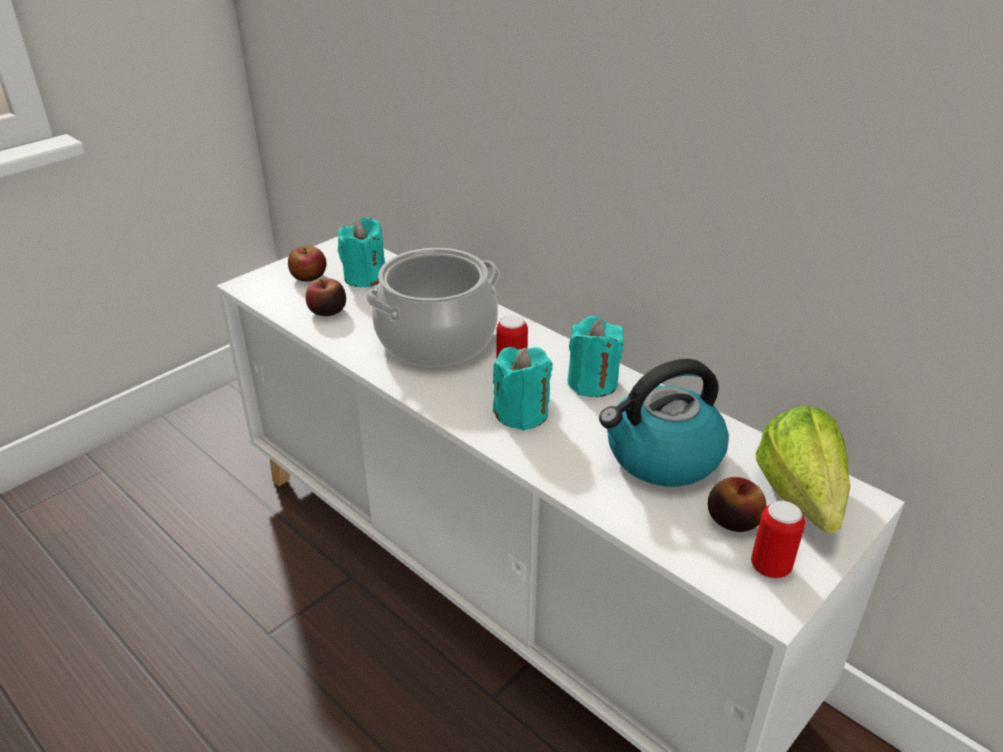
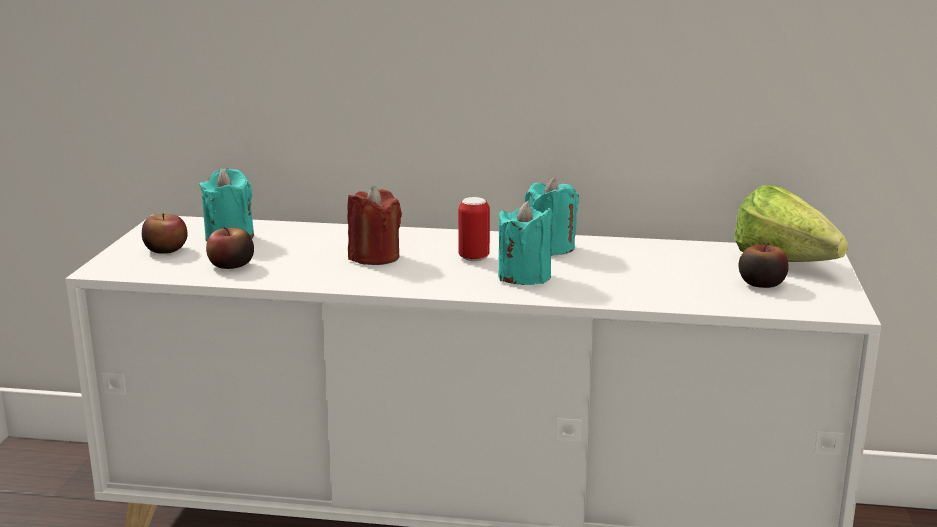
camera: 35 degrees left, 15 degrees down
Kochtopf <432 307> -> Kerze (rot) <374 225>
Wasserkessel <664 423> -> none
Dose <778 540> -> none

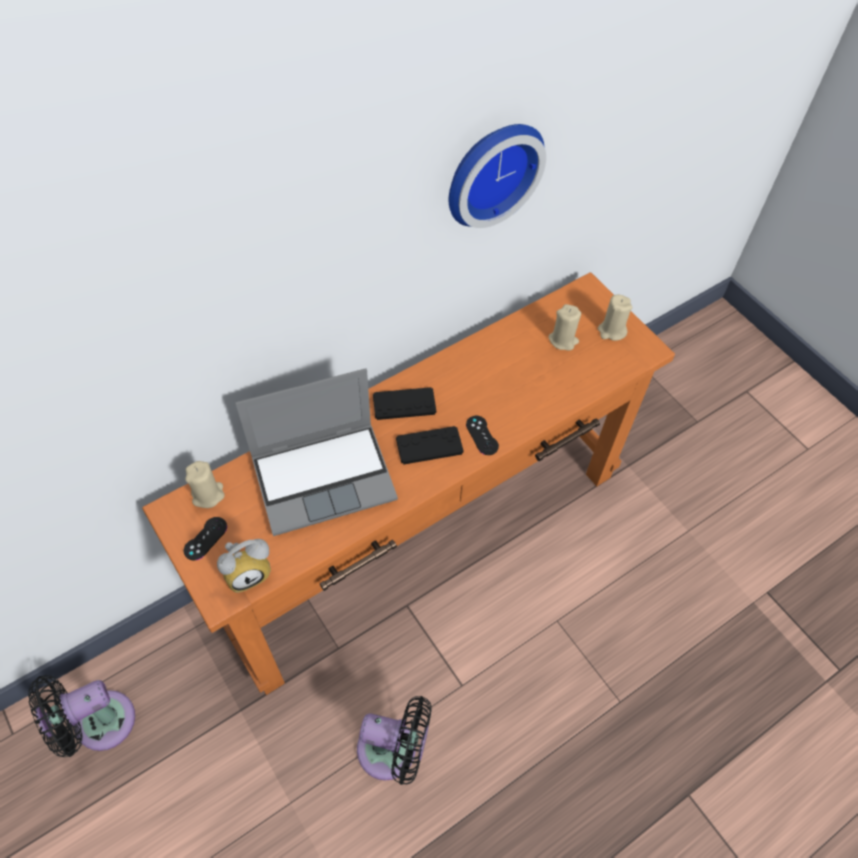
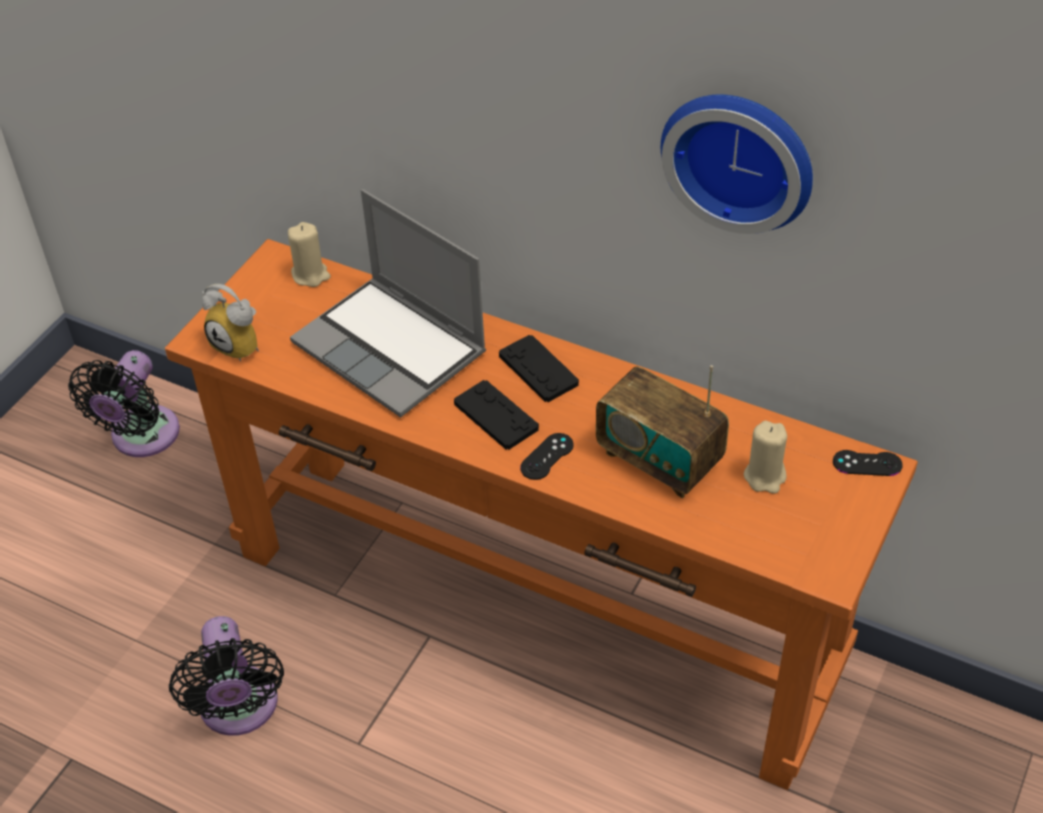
camera: 65 degrees right, 10 degrees down
Ventilator (schwarz) <81 716> -> Ventilator (schwarz) <124 403>, 105 degrees counterclockwise
none -> Radio <662 432>
Gamepad (schwarz) <205 538> -> Gamepad (schwarz) <868 463>, moved
Kerze (beige) <615 317> -> none

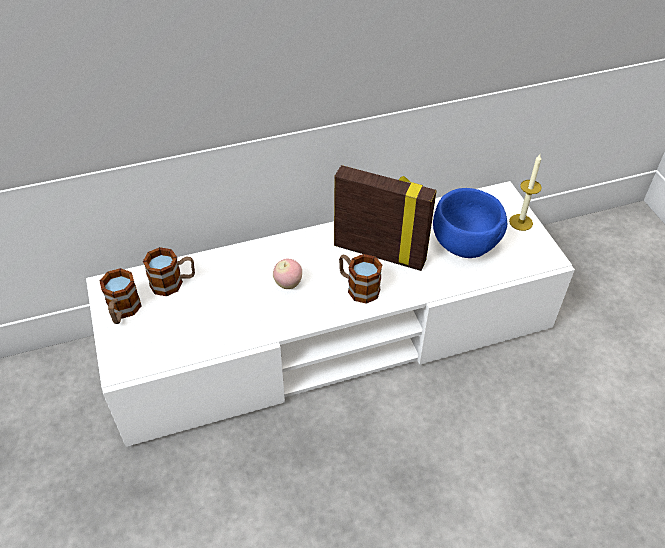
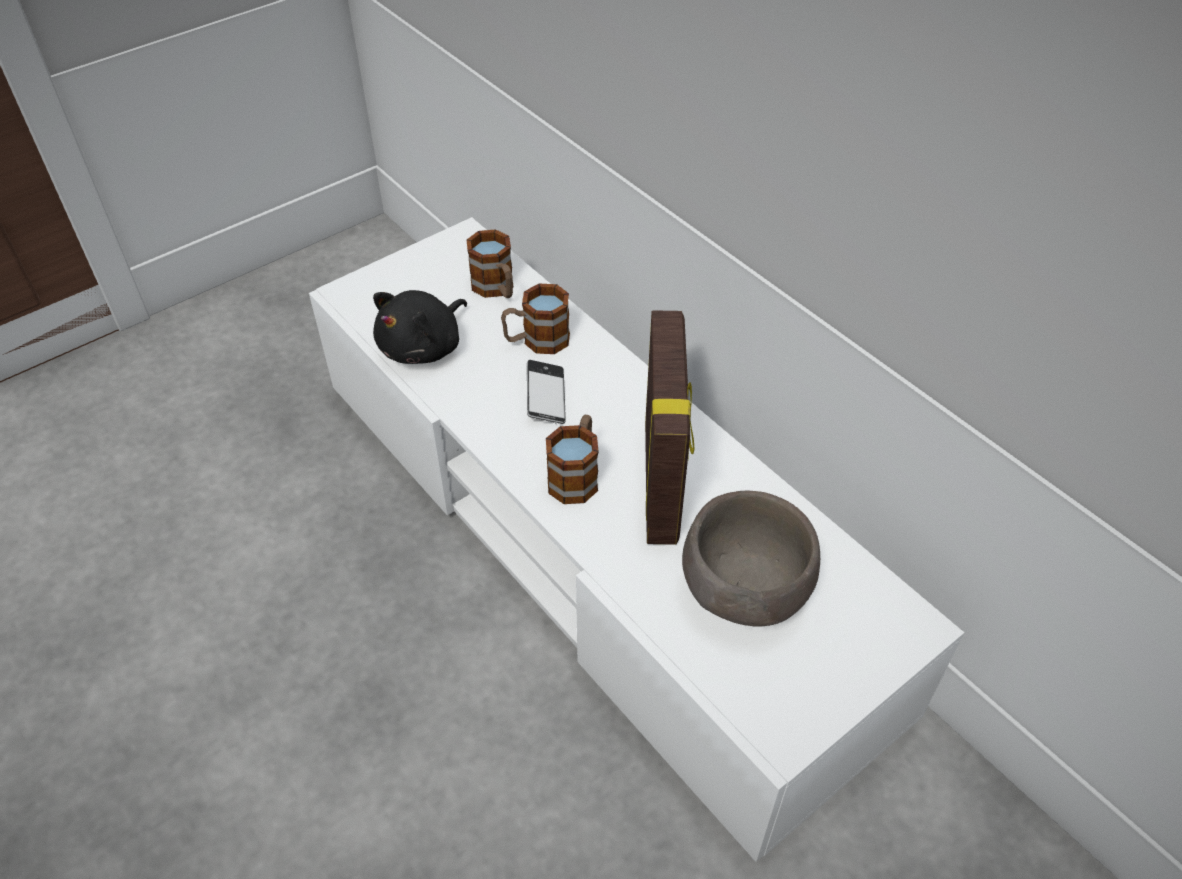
camera: 70 degrees right, 0 degrees up
none -> Plüschtier (schwarz) <420 327>
Henkelbecher <121 296> -> Henkelbecher <535 319>, moved
Apfel <287 274> -> Handy <546 392>
Schüssel (blau) <470 223> -> Schüssel (braun) <751 559>
Kerze <525 192> -> none

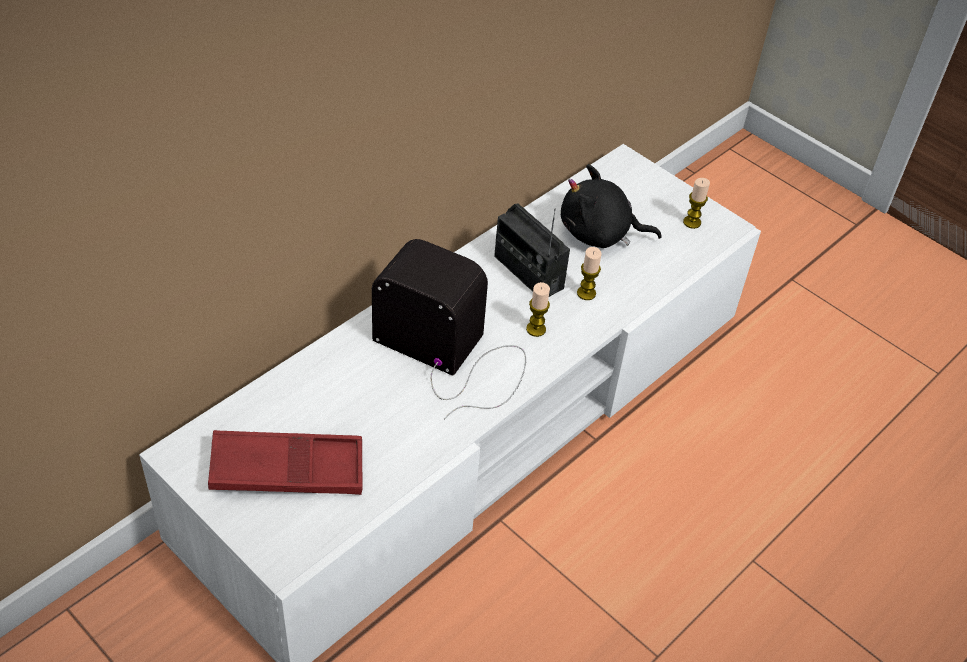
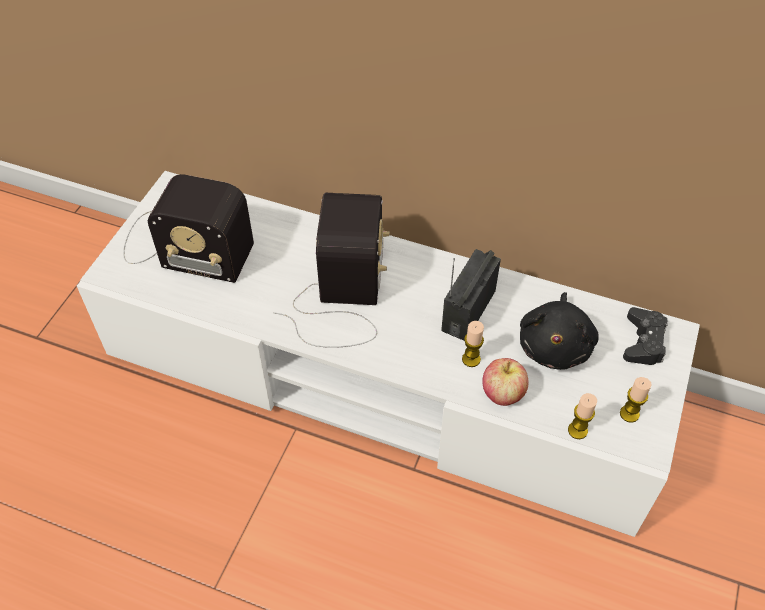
camera: 70 degrees right, 5 degrees up
Tablett (rot) <285 462> -> Radio <188 228>
none -> Apfel <505 382>
Plüschtier (schwarz) <611 206> -> Plüschtier (schwarz) <559 331>, 150 degrees counterclockwise
Kerze <538 309> -> Kerze <582 416>, moved
none -> Gamepad (schwarz) <645 336>

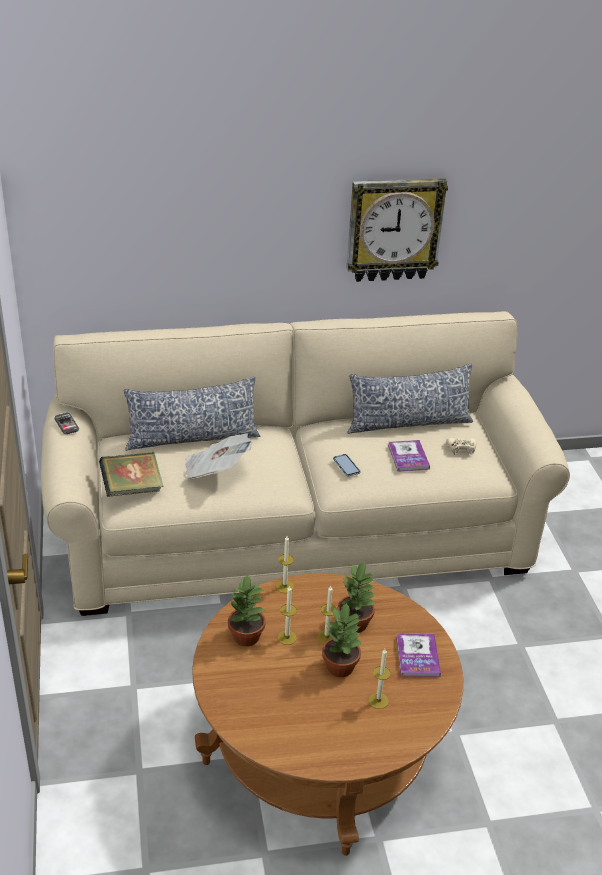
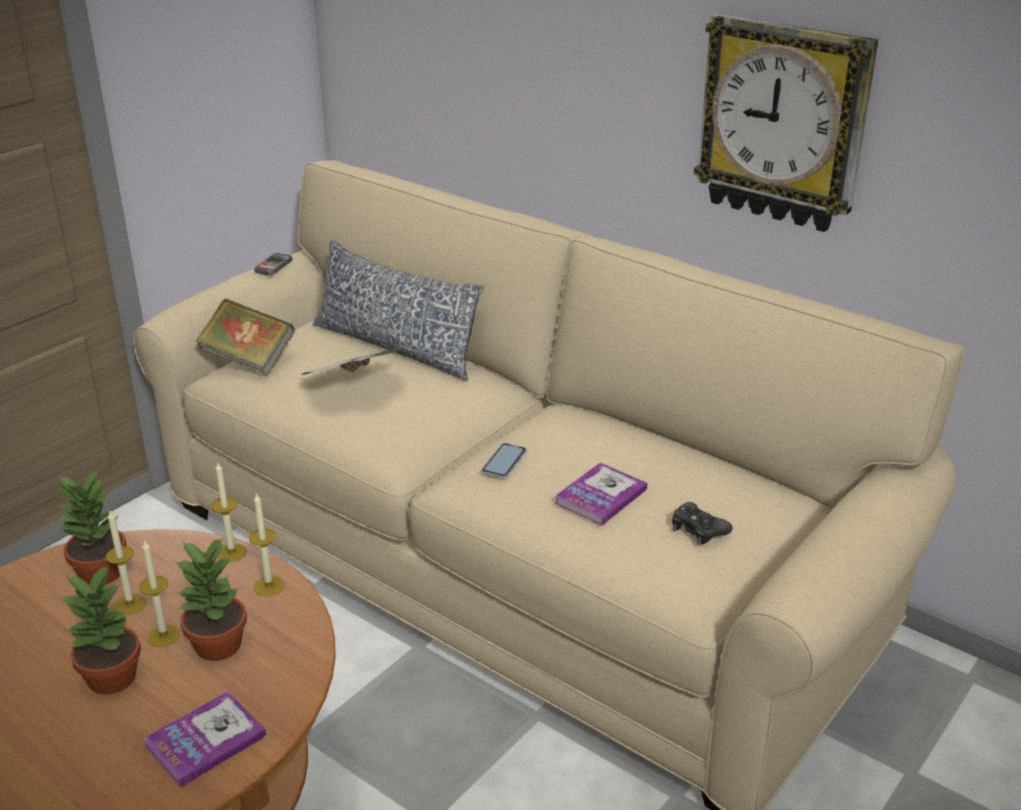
camera: 50 degrees right, 5 degrees down
Kerze <379 679> -> Kerze <267 544>, moved
Gamepad (beige) <461 446> -> Gamepad (schwarz) <702 523>
Kissen <411 399> -> none

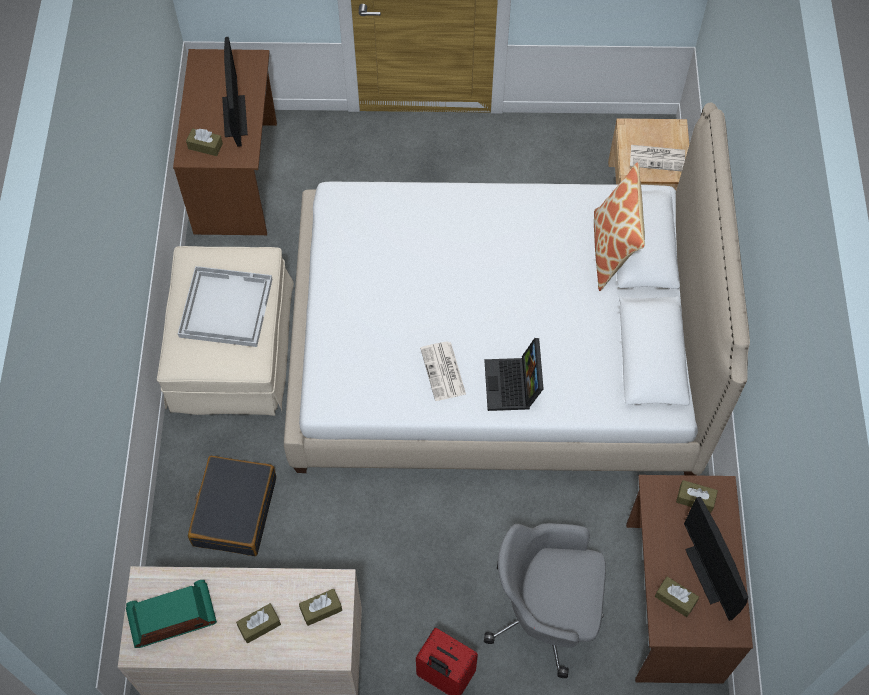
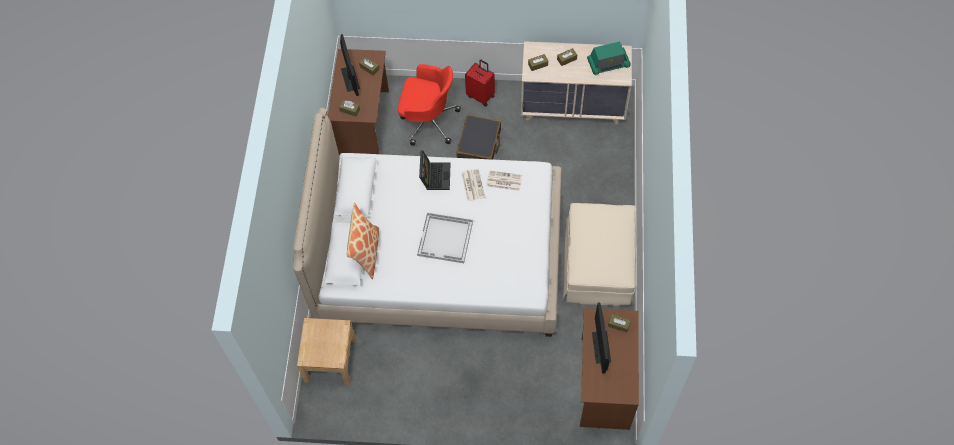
camera: 175 degrees left, 0 degrees up
Bürostuhl (grau) <545 600> -> Bürostuhl (rot) <429 105>
Tablett (weiß) <225 306> -> Tablett (weiß) <445 237>, moved
Koffer (schwarz) <232 506> -> Koffer (schwarz) <478 137>, moved
Zeitung <657 158> -> Zeitung <504 180>, moved

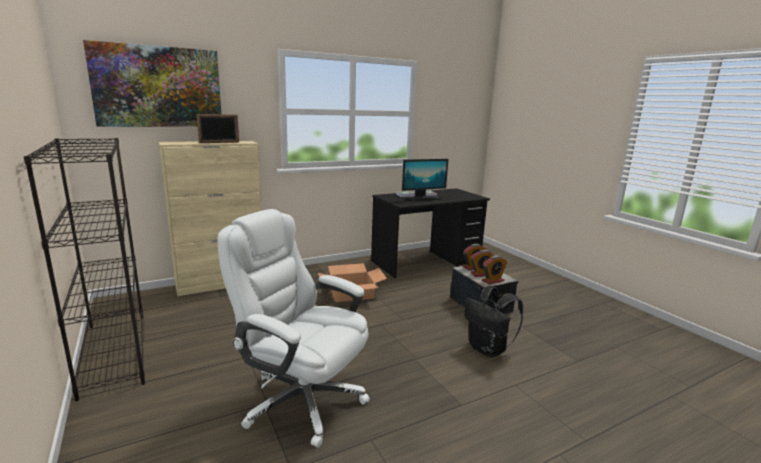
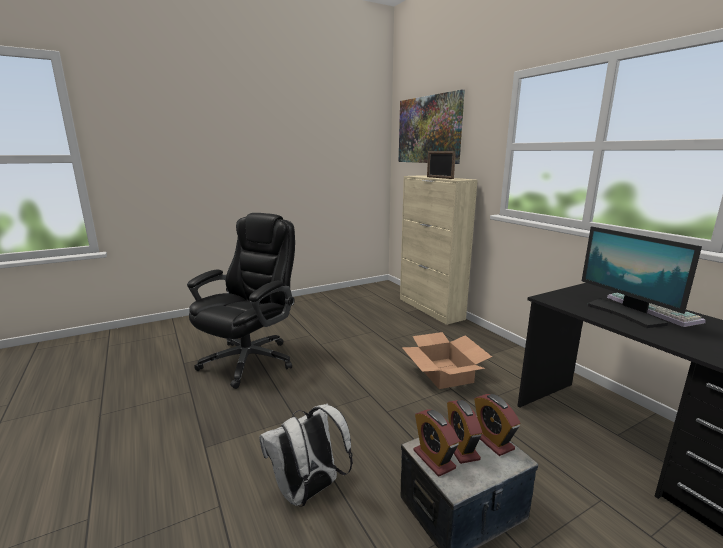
camera: 90 degrees right, 0 degrees up
Bürostuhl (weiß) <294 328> -> Bürostuhl (schwarz) <241 301>
Rucksack (schwarz) <494 321> -> Rucksack (weiß) <306 455>
Bücherregal (schwarz) <84 269> -> none

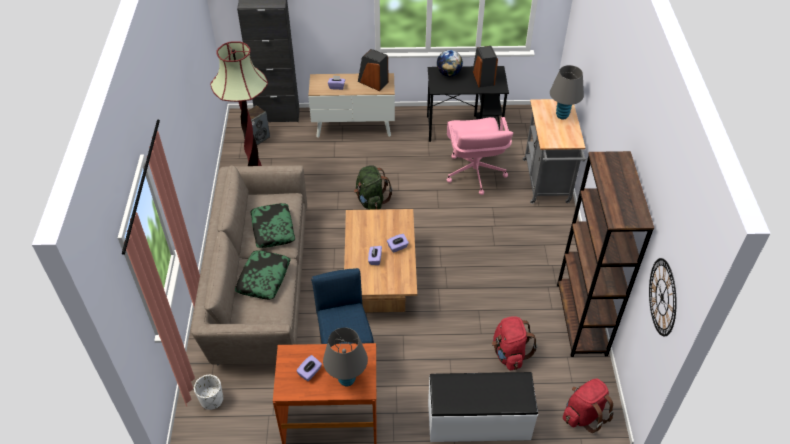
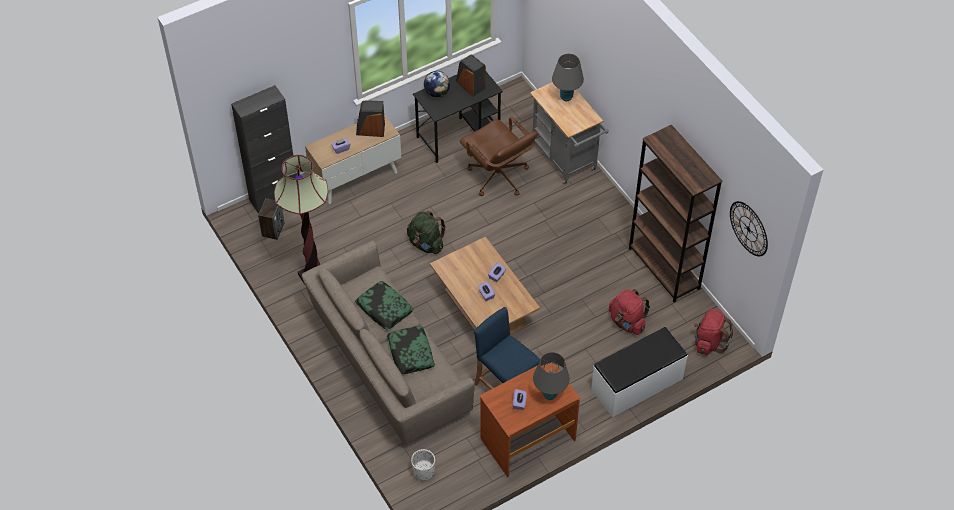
camera: 30 degrees left, 5 degrees up
Bürostuhl (rosa) <480 156> -> Bürostuhl (braun) <499 156>

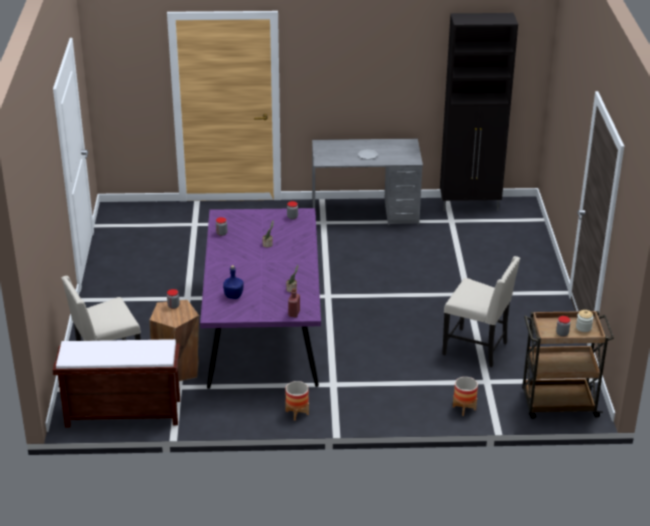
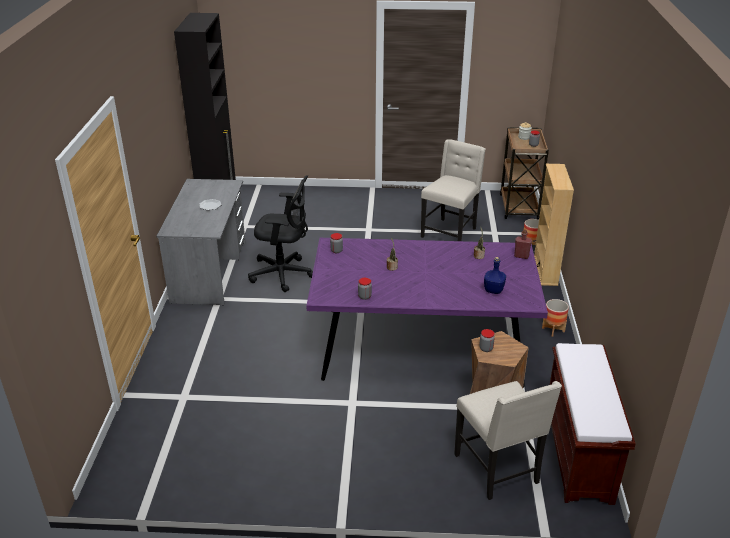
camera: 85 degrees left, 0 degrees up
none -> Bürostuhl (schwarz) <280 233>
none -> Bücherregal (beige) <554 225>

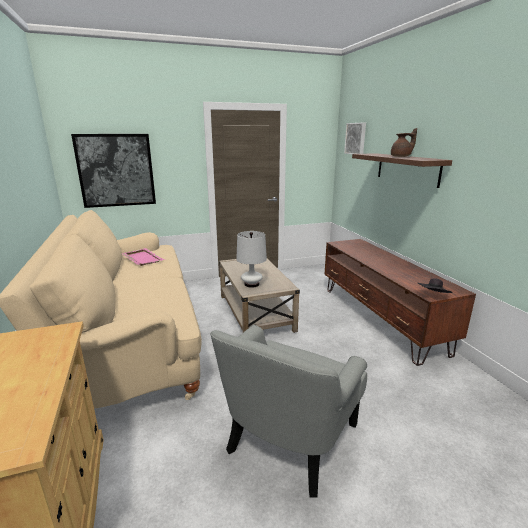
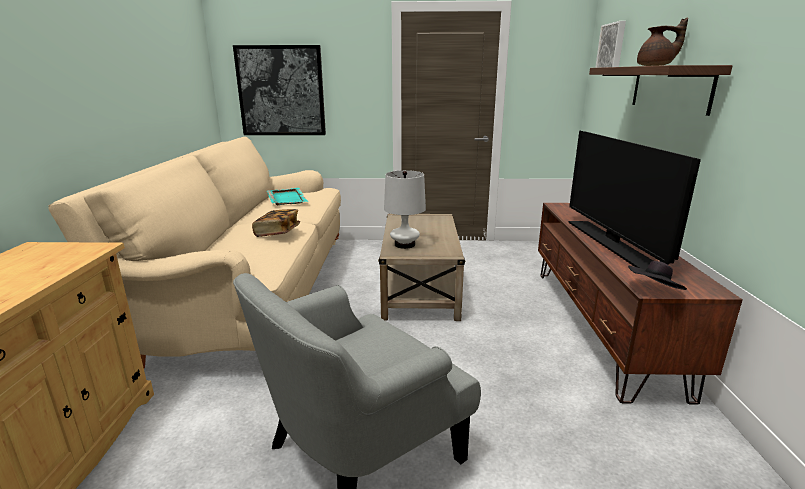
camera: 20 degrees right, 0 degrees up
none -> Buch <276 223>
Tablett (rosa) <143 257> -> Tablett (türkis) <288 196>
none -> Fernseher <634 200>

